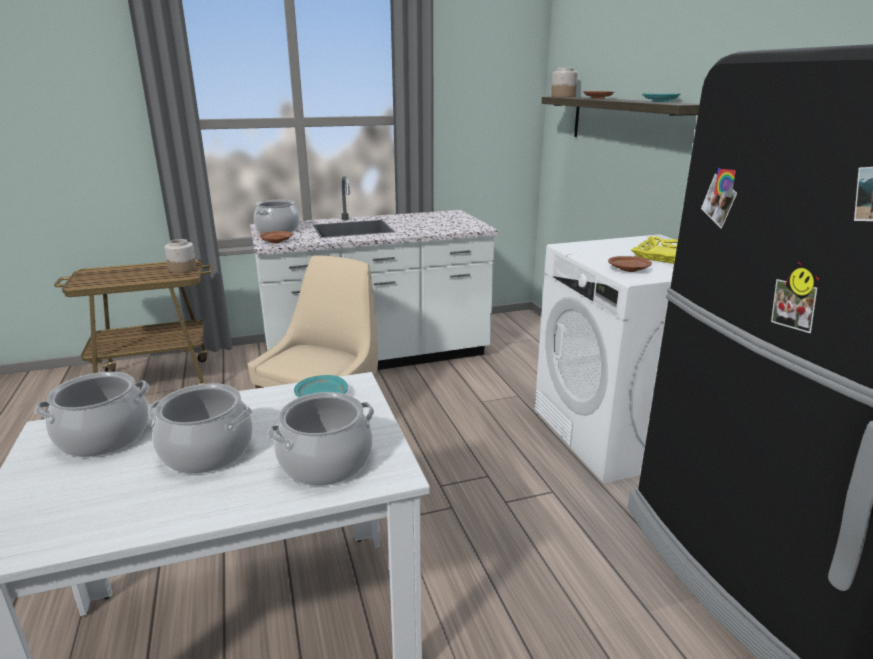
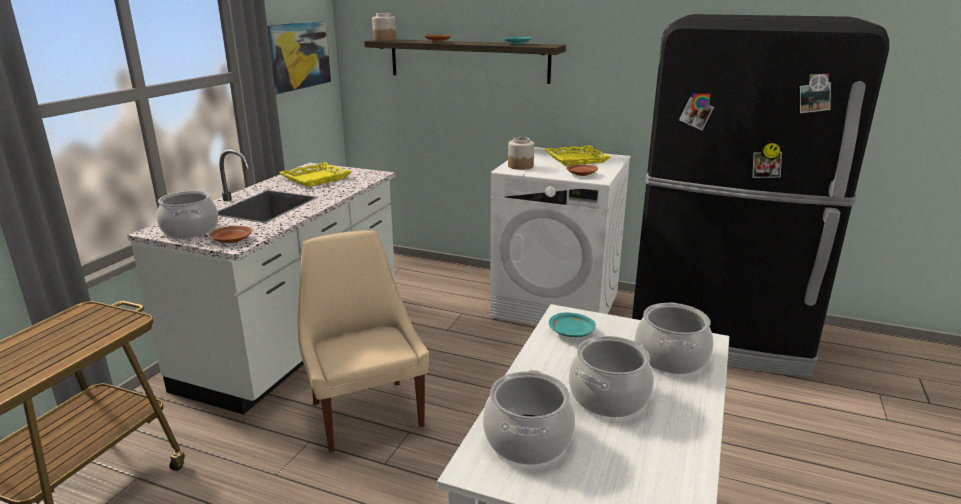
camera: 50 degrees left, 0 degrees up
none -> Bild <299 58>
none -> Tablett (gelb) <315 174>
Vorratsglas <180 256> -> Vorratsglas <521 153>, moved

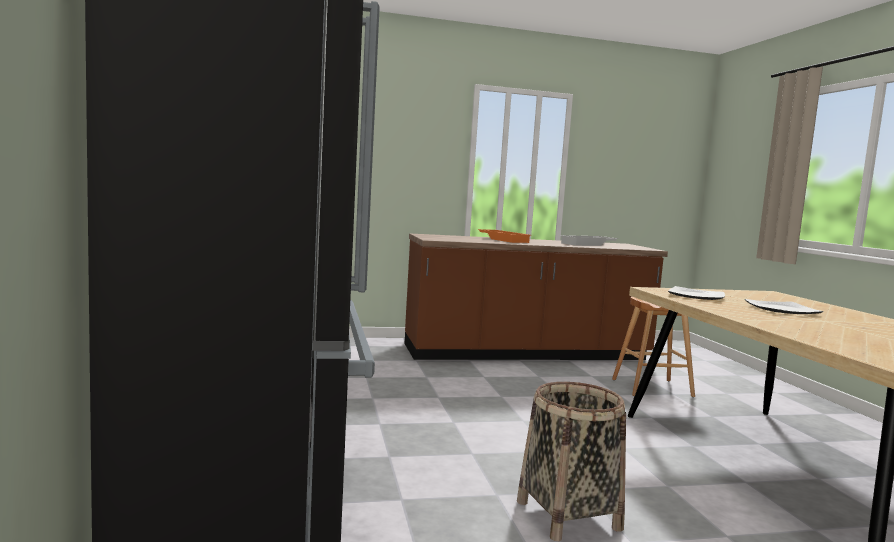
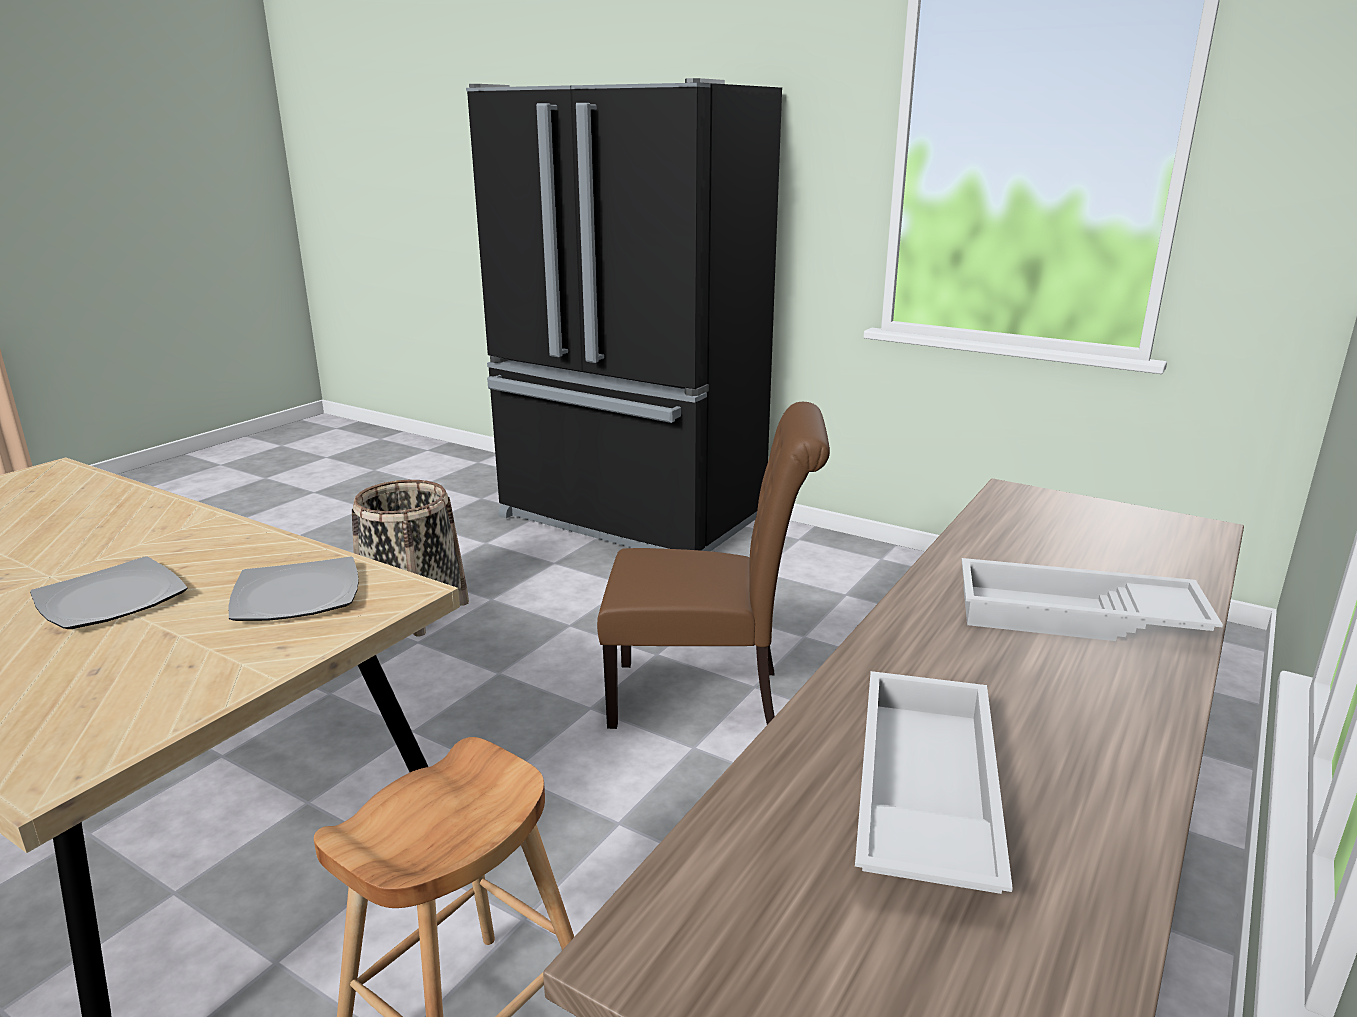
camera: 135 degrees right, 15 degrees up
none -> Stuhl (braun) <713 565>
Tablett (orange) <505 236> -> Tablett (weiß) <1092 599>

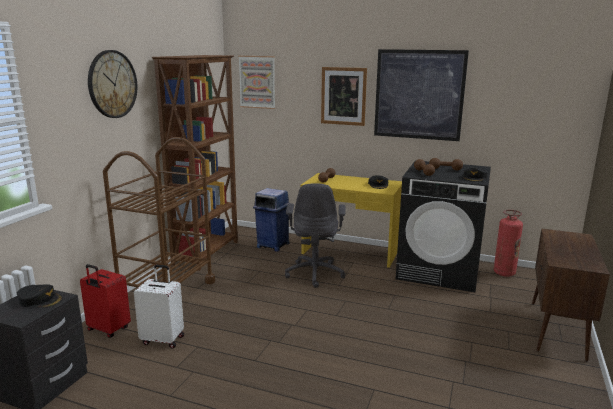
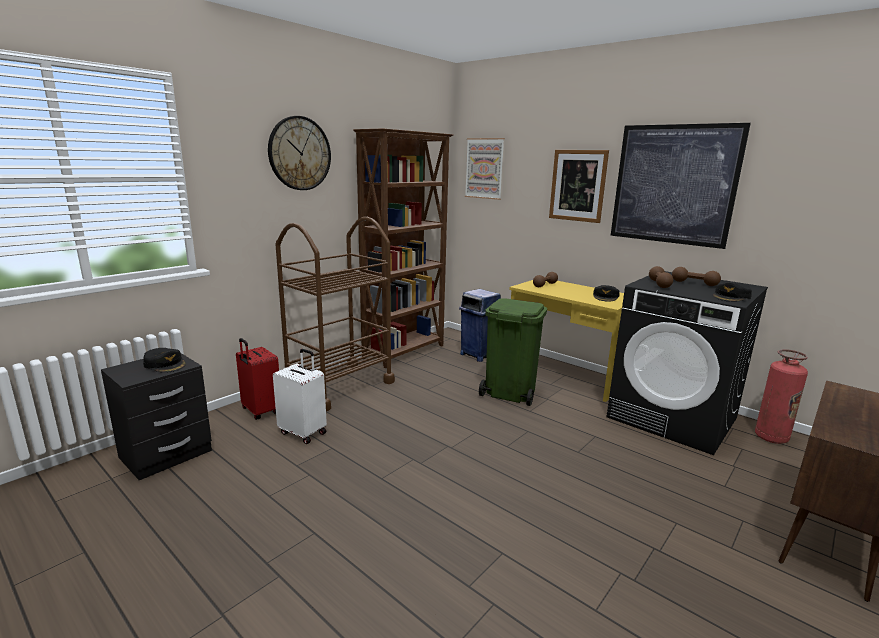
camera: 20 degrees right, 0 degrees up
Bürostuhl (grau) <315 235> -> Mülleimer (grün) <513 352>

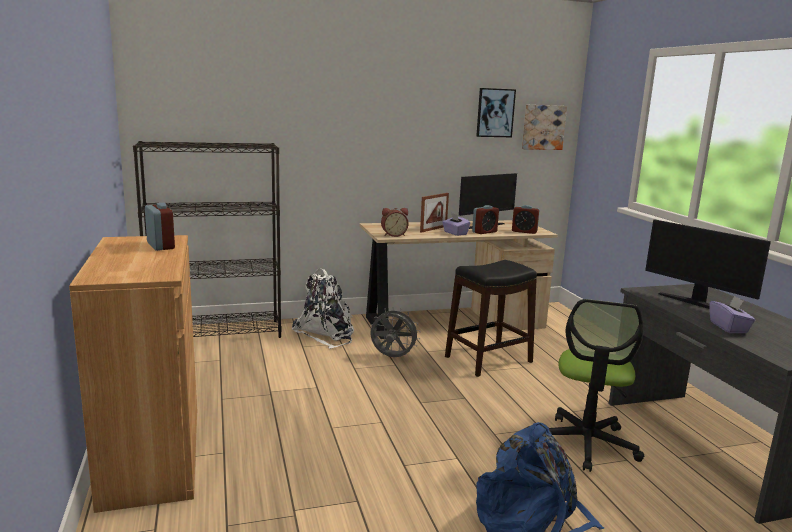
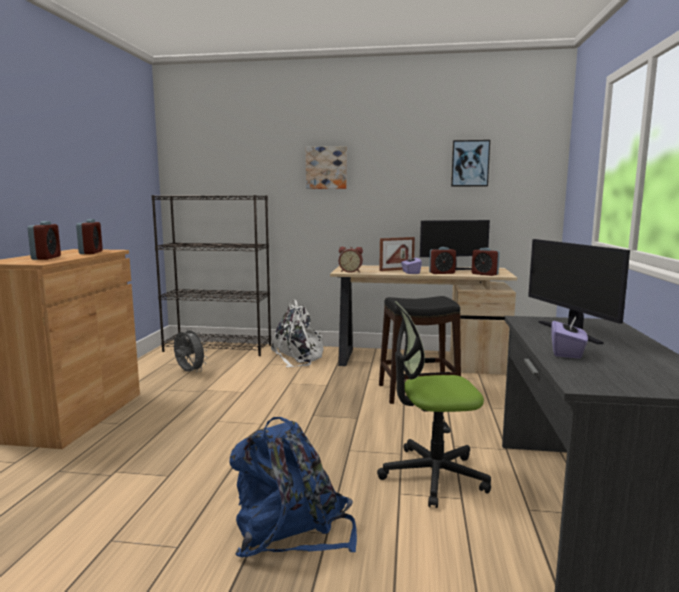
camera: 25 degrees right, 5 degrees down
none -> Wecker <44 240>
Ventilator (grau) <396 332> -> Ventilator (grau) <190 349>, moved
Bild <544 127> -> Bild <326 167>, moved
Bürostuhl <596 385> -> Bürostuhl <434 404>, 45 degrees clockwise

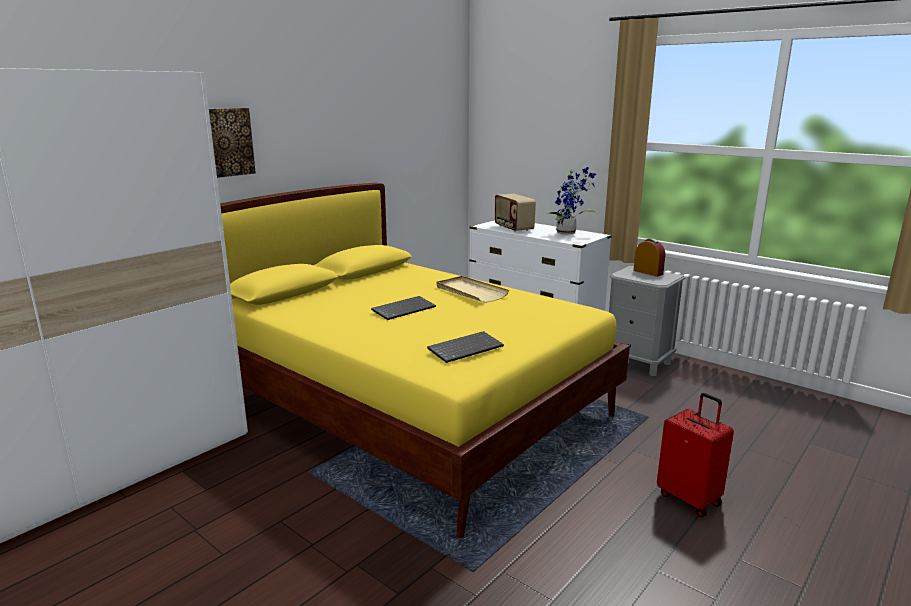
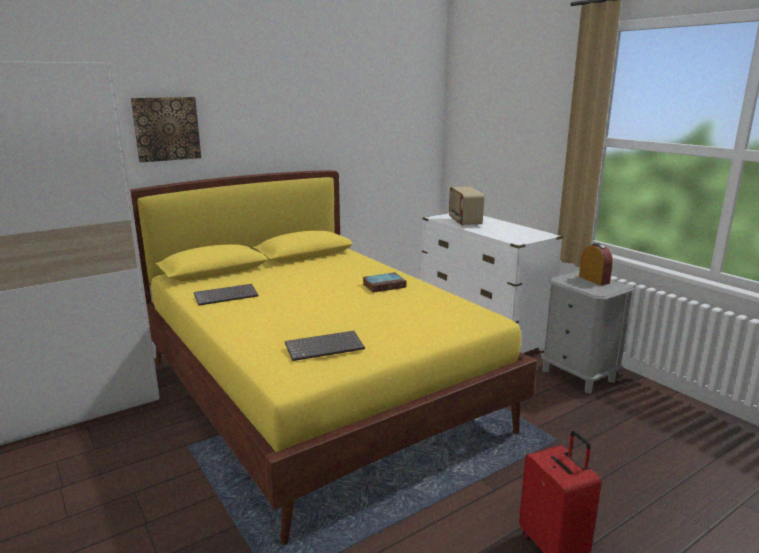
camera: 15 degrees right, 0 degrees up
Tastatur <403 308> -> Tastatur <226 295>, moved
Tablett (beige) <472 289> -> Buch <385 282>
Topfpflanze <572 201> -> none

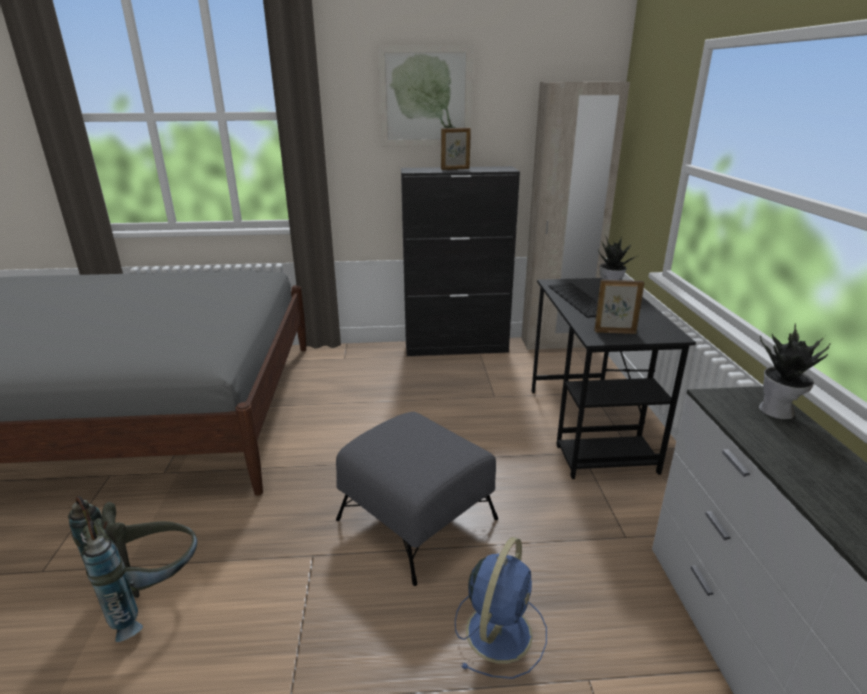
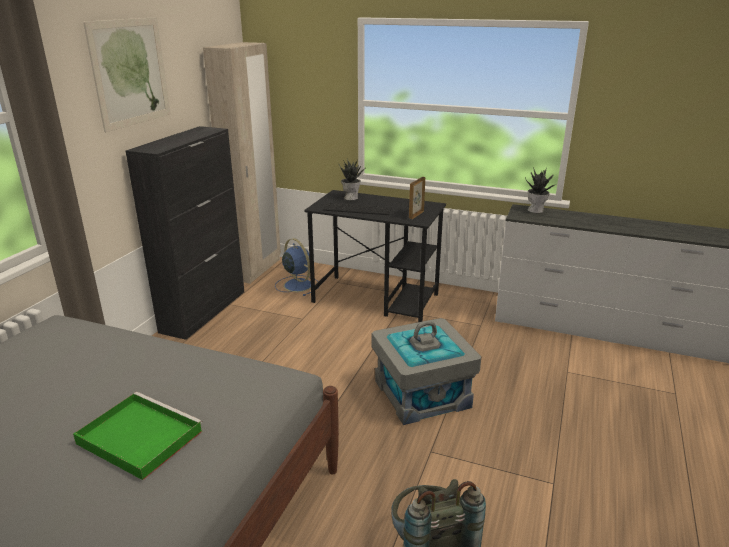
camera: 65 degrees left, 0 degrees up
none -> Tablett (grün) <138 436>
Ventilator (blau) <501 608> -> Ventilator (blau) <297 267>, moved
Polsterhocker (grau) <417 499> -> Aufbewahrungsbox (grau) <427 371>
Bilderrahmen <456 149> -> none

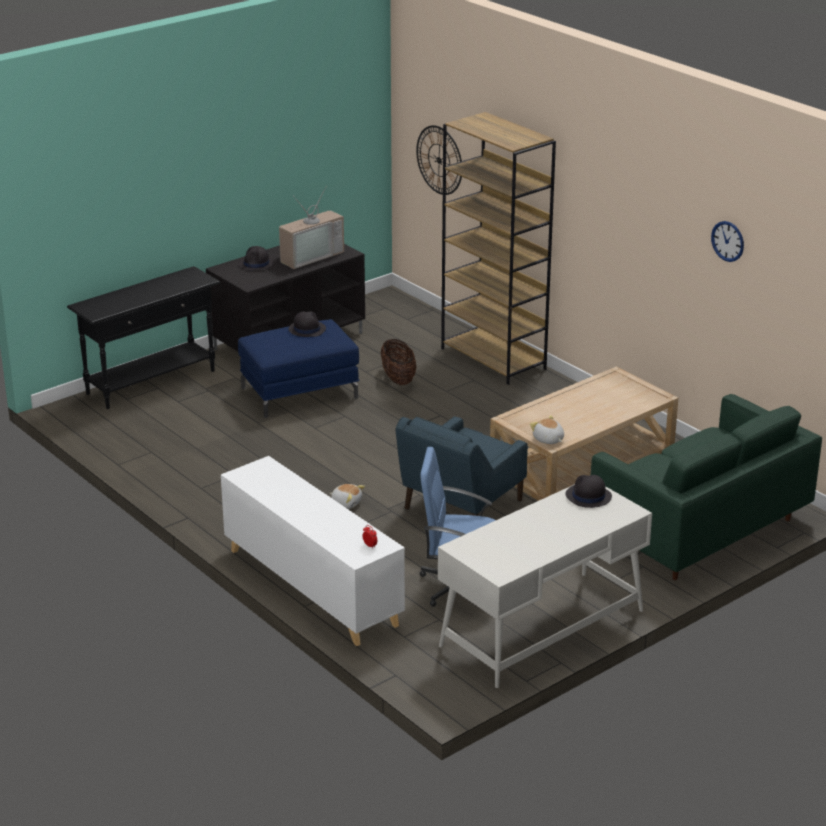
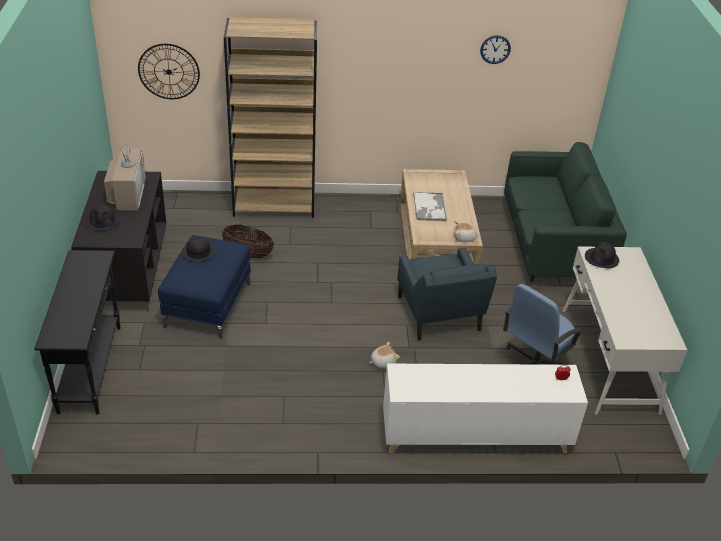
camera: 55 degrees left, 10 degrees up
none -> Tablett <430 206>

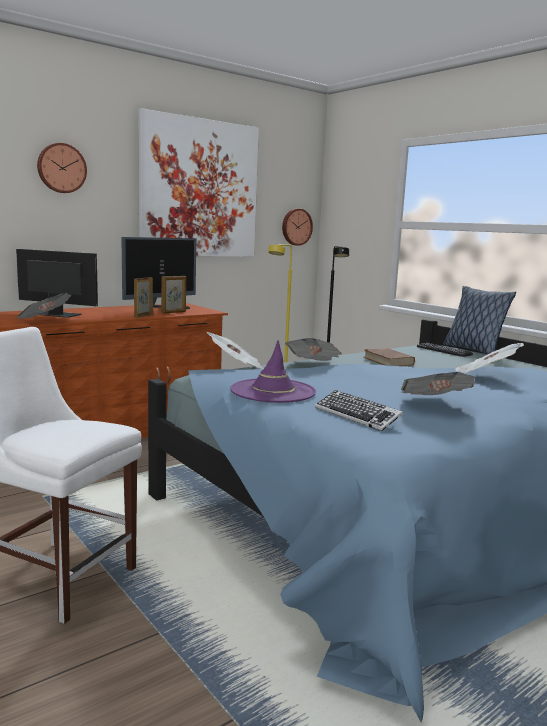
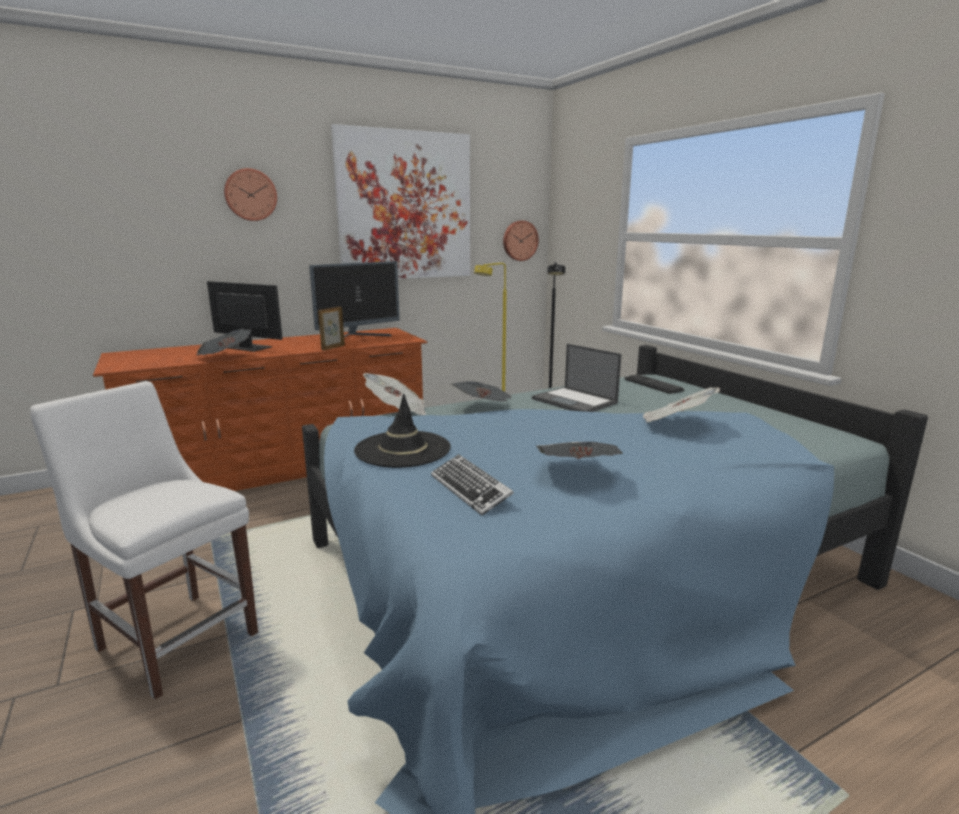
camera: 10 degrees right, 5 degrees up
Hut (lila) <273 371> -> Hut (schwarz) <402 431>
Buch (braun) <389 357> -> Laptop <577 378>
Bilderrahmen <173 294> -> none
Kissen <479 320> -> none

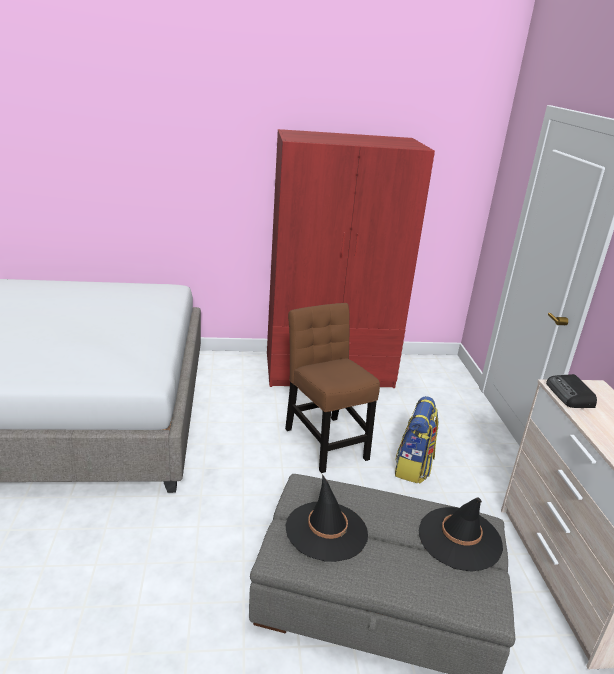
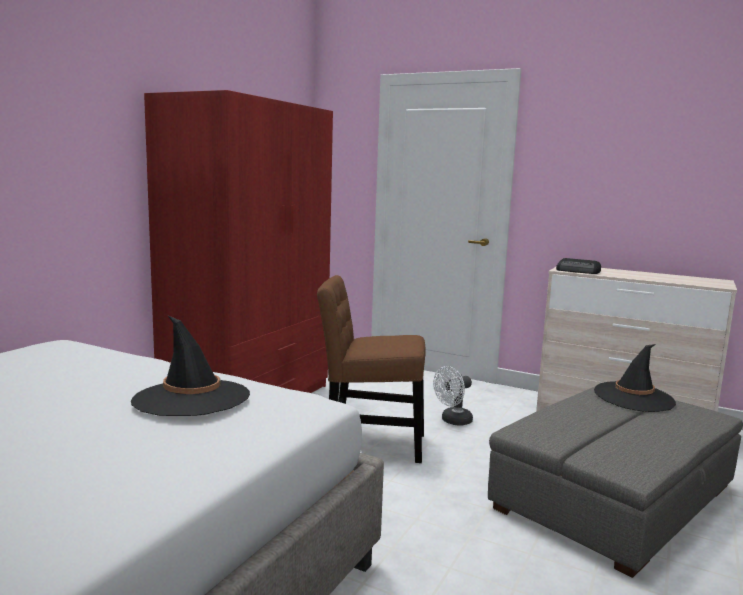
camera: 55 degrees left, 15 degrees down
Hut (schwarz) <326 518> -> Hut (schwarz) <190 366>, moved
Rucksack <417 440> -> Ventilator (weiß) <453 396>

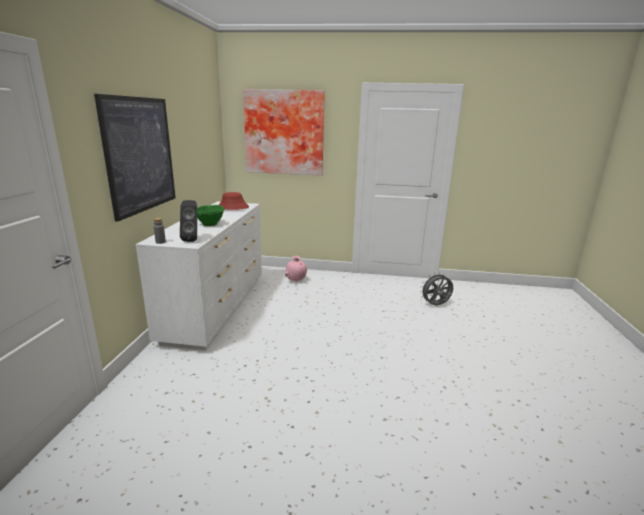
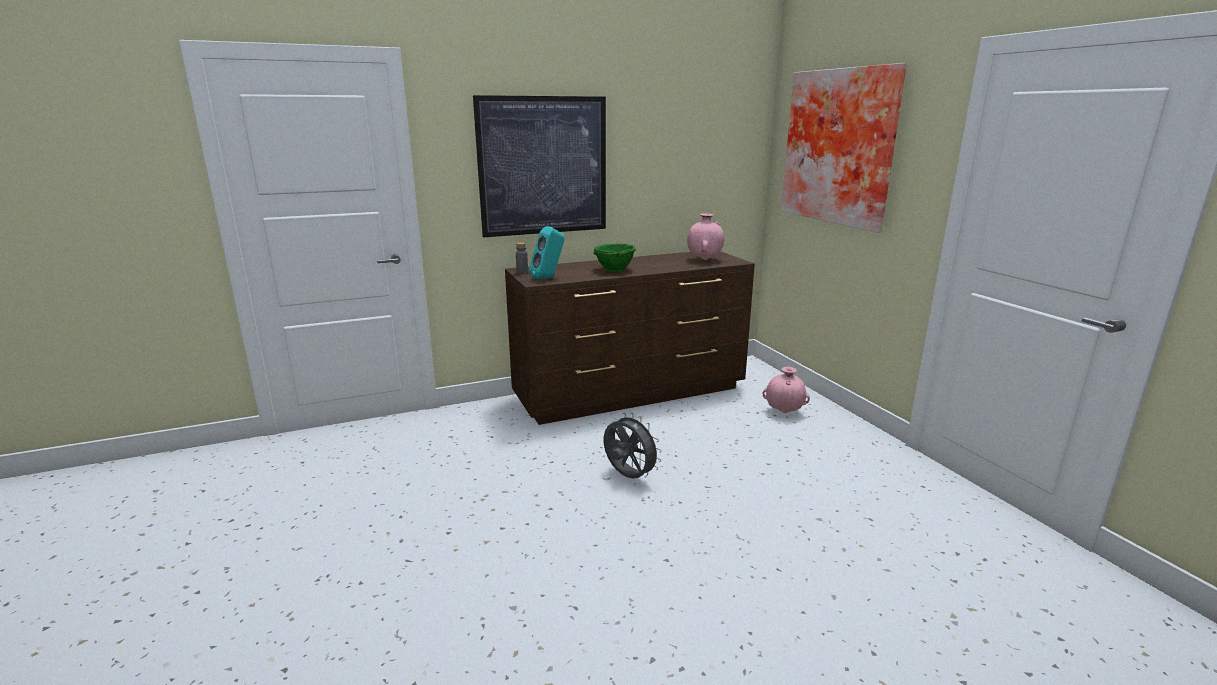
camera: 60 degrees right, 0 degrees up
Kommode (weiß) <199 276> -> Kommode (braun) <630 338>
Lautsprecher (schwarz) <188 221> -> Lautsprecher (türkis) <547 252>
Ventilator (grau) <436 288> -> Ventilator (grau) <633 446>, moved
Hut (rot) <234 201> -> Vase (rosa) <705 237>

